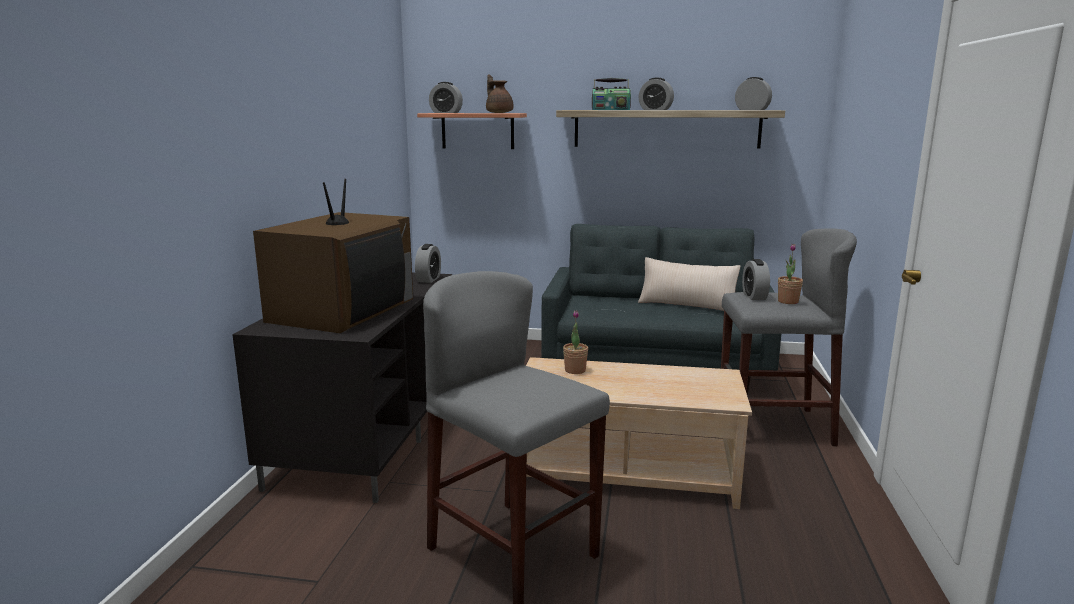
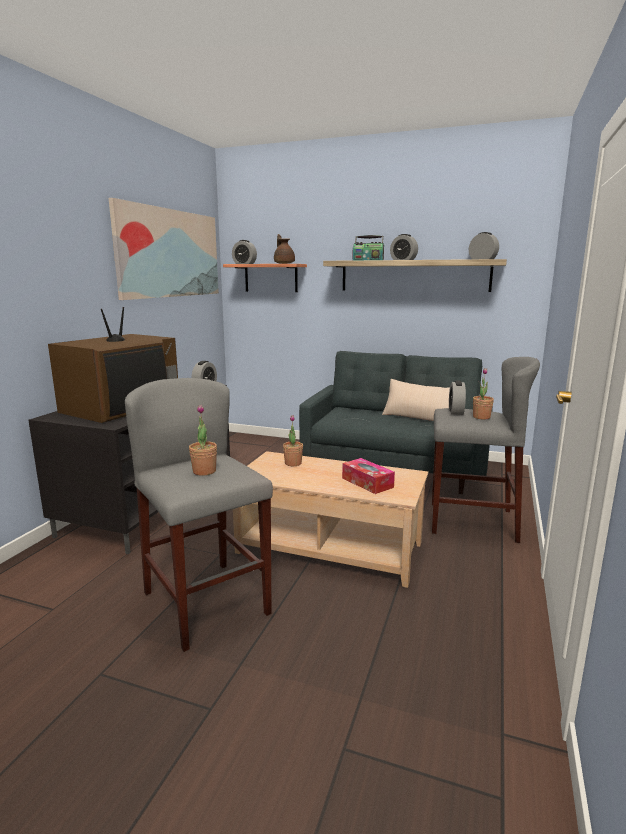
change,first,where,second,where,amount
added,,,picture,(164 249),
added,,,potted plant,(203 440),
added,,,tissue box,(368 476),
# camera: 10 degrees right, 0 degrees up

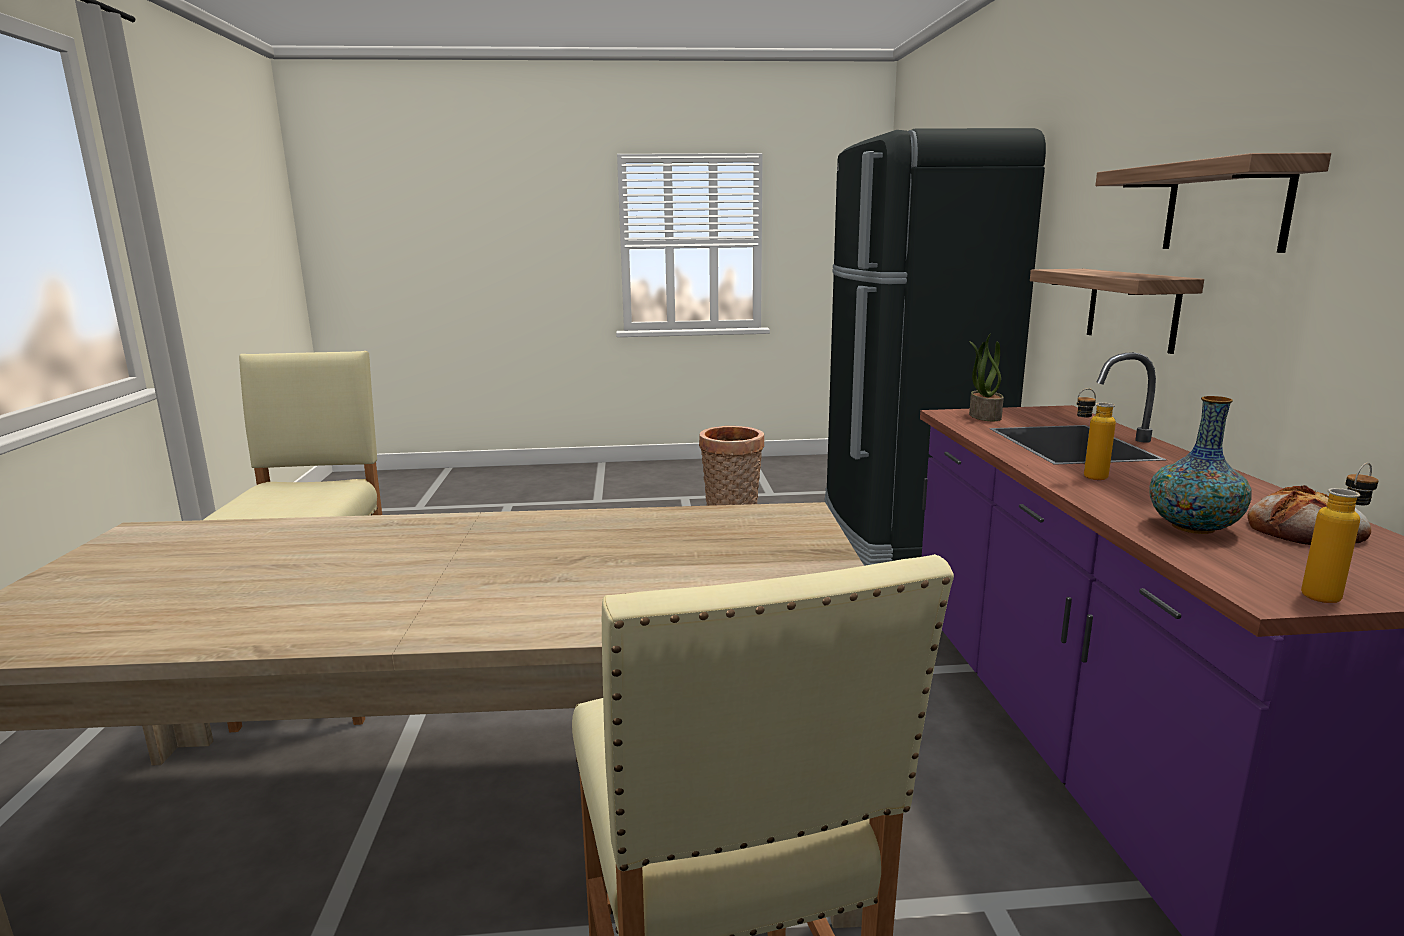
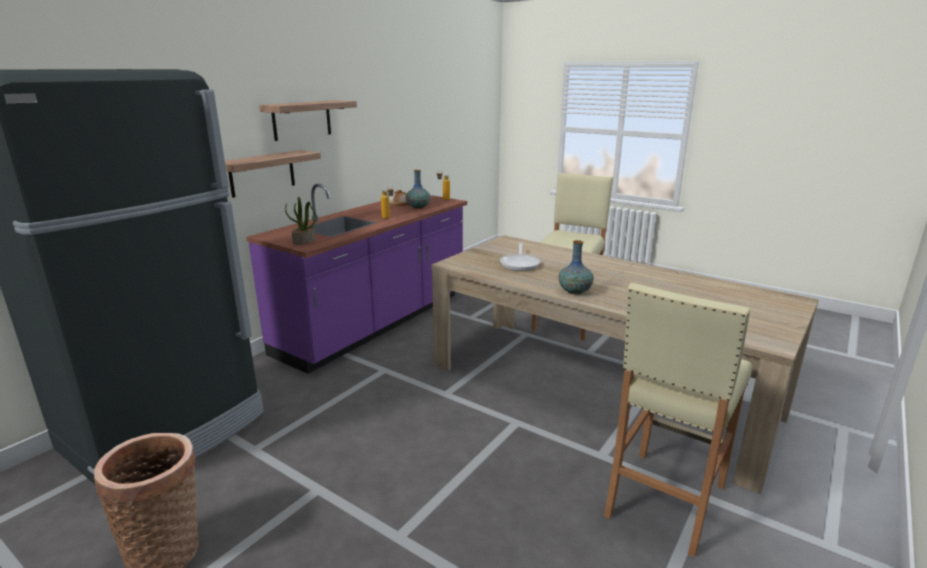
change,first,where,second,where,amount
added,,,vase,(576 267),
added,,,frying pan,(520 256),
# camera: 140 degrees left, 5 degrees up

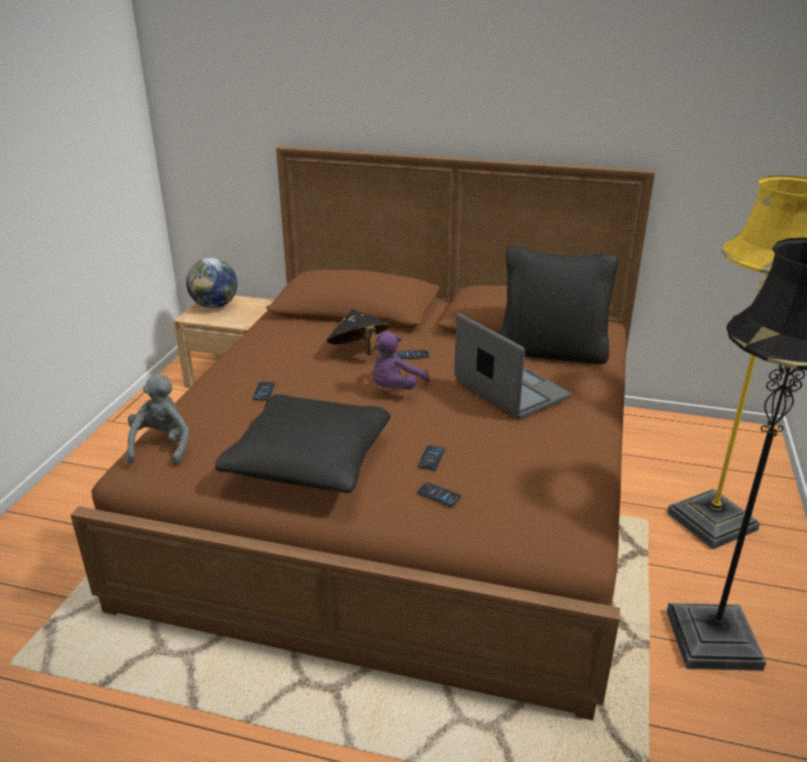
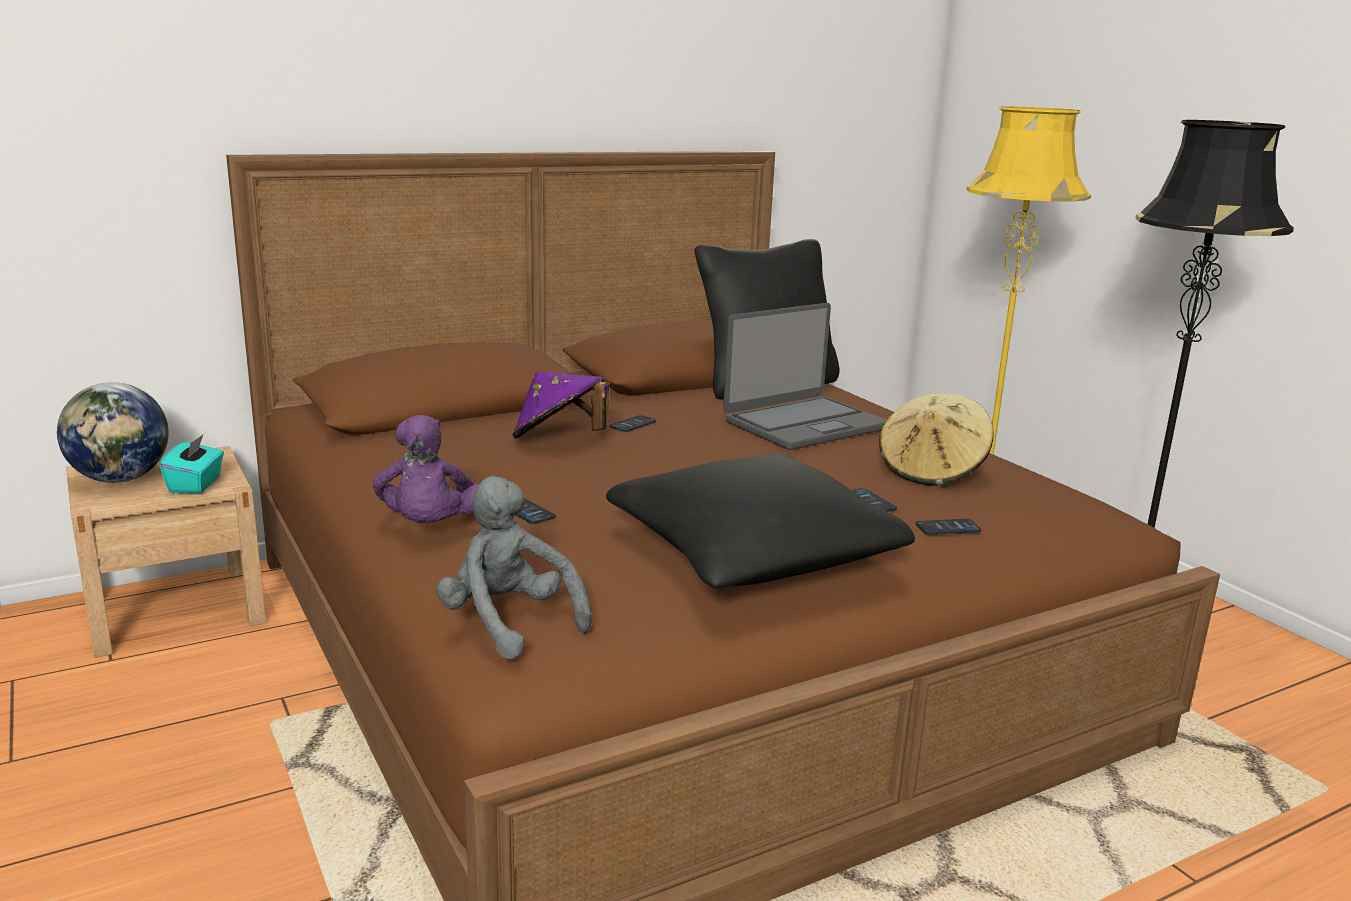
change,first,where,second,where,amount
recoloured,black hat,(358 332),purple hat,(560 405),
turned,laptop,(512 366),,(804 376),135 degrees clockwise
moved,purple plush toy,(401 360),,(426 469),
added,,,beige hat,(936 440),
added,,,turquoise tissue box,(192 463),
# camera: 45 degrees left, 10 degrees down

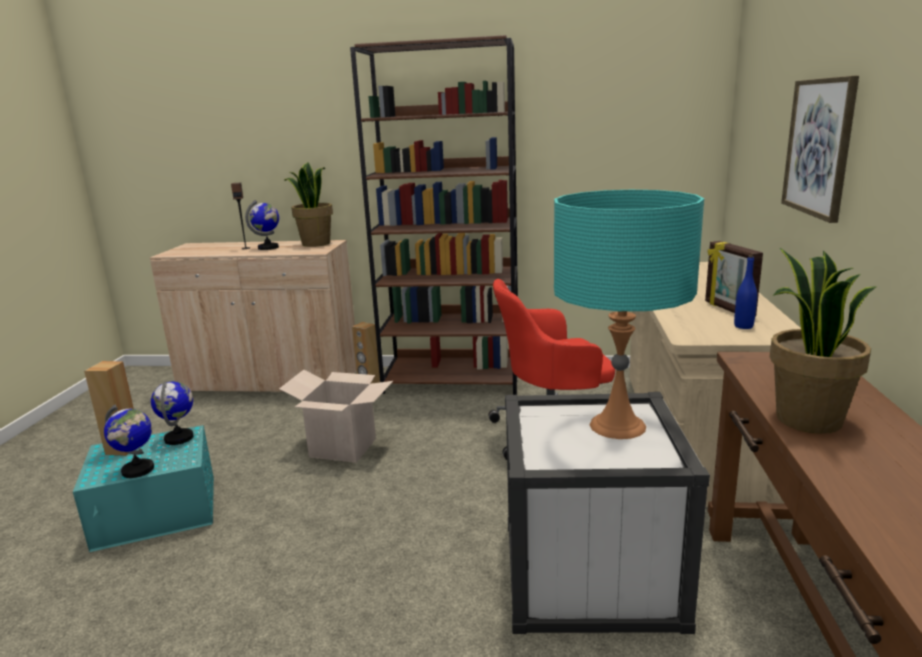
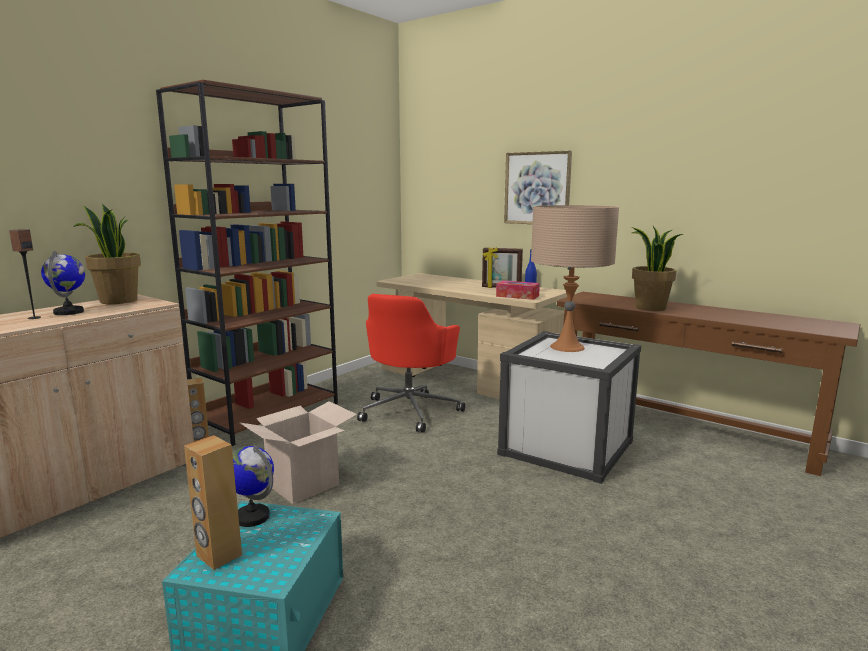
change,first,where,second,where,amount
recoloured,turquoise table lamp,(629 314),beige table lamp,(575 278),
removed,globe,(129 441),,,
added,,,tissue box,(518 290),
# camera: 60 degrees left, 5 degrees down

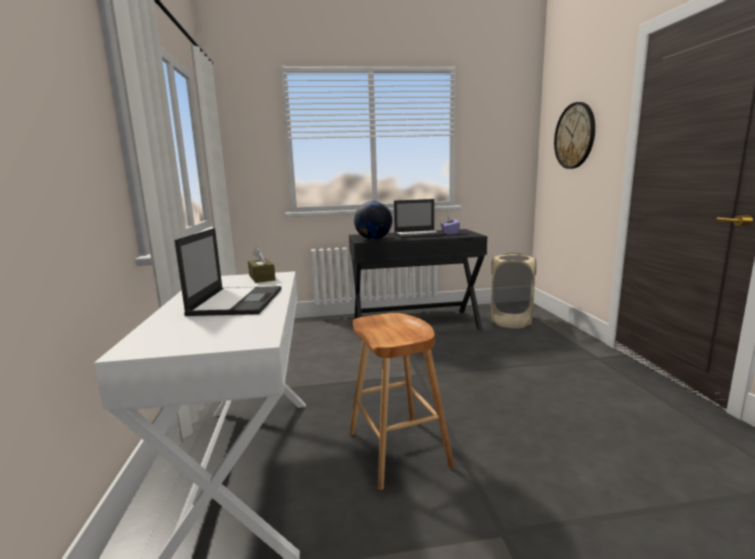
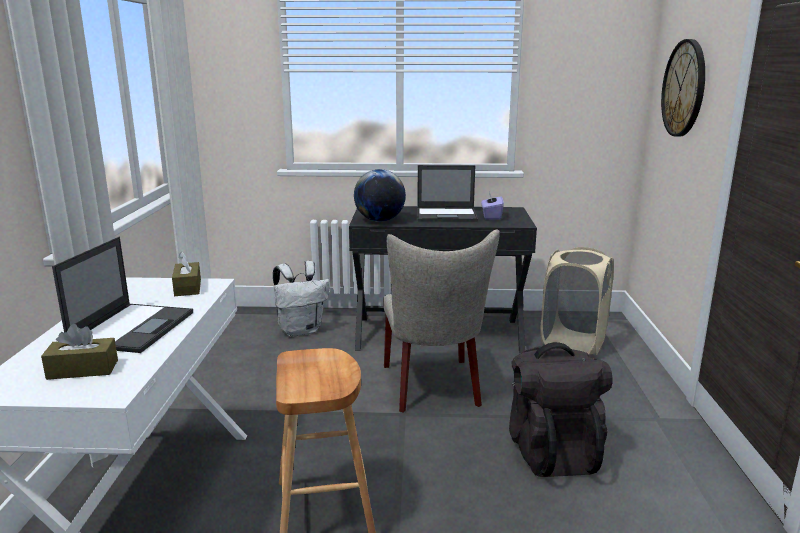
change,first,where,second,where,amount
added,,,beige chair,(441 321),
added,,,white backpack,(301 299),
added,,,brown tissue box,(79 352),
added,,,black backpack,(561 409),
# camera: 10 degrees right, 5 degrees up

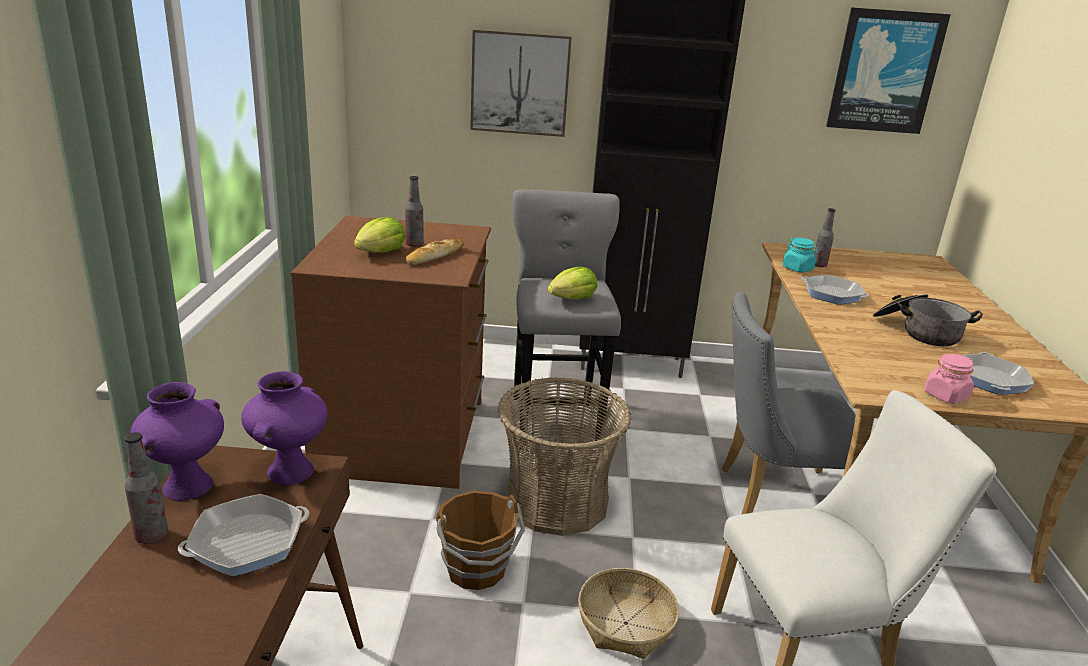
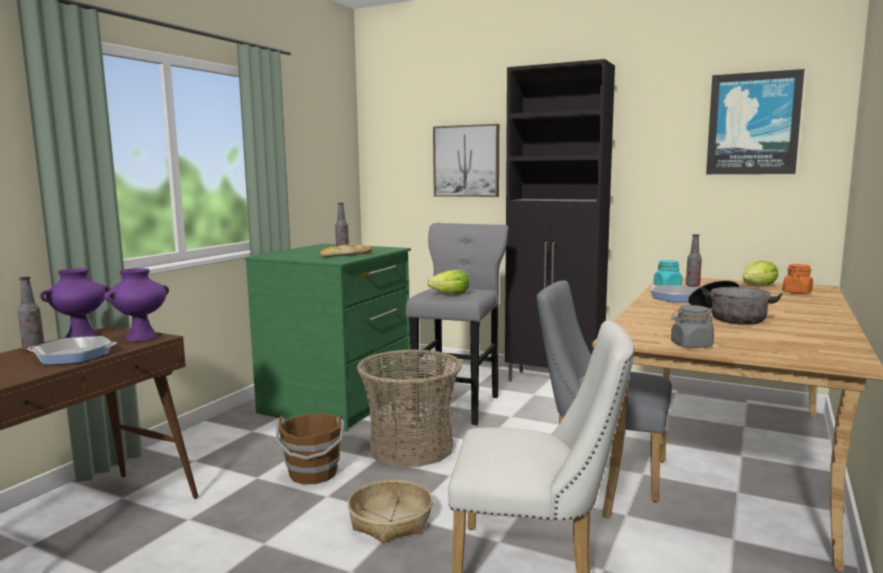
change,first,where,second,where,amount
recoloured,brown dresser,(391 352),green dresser,(328 338),
moved,lettuce,(379 234),,(760 273),
removed,frying pan,(997 373),,,
recoloured,pink jar,(949 379),grey jar,(692 326),
added,,,orange jar,(798 279),
# camera: 25 degrees right, 15 degrees down

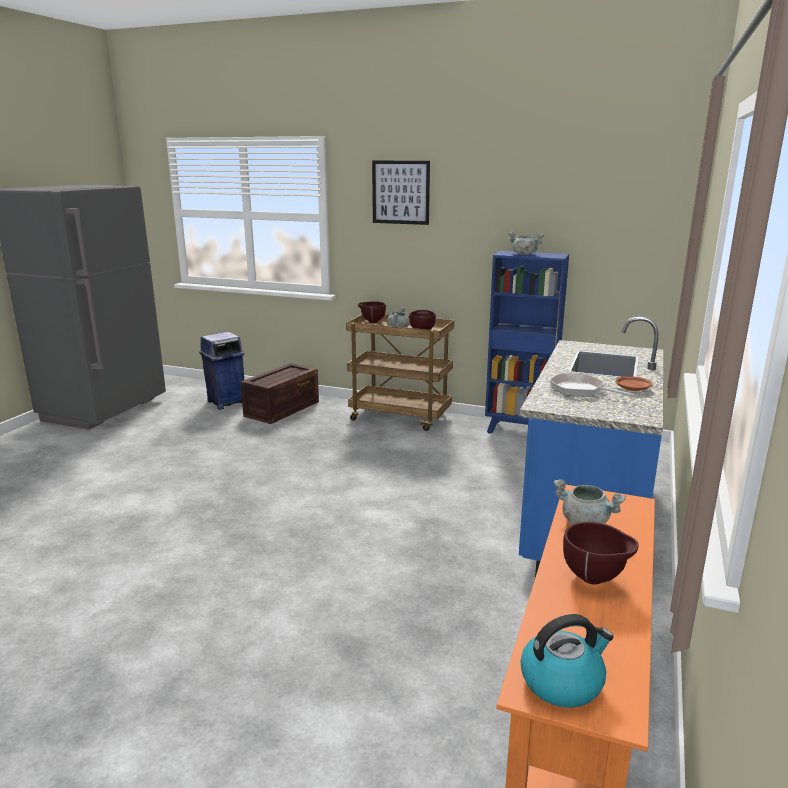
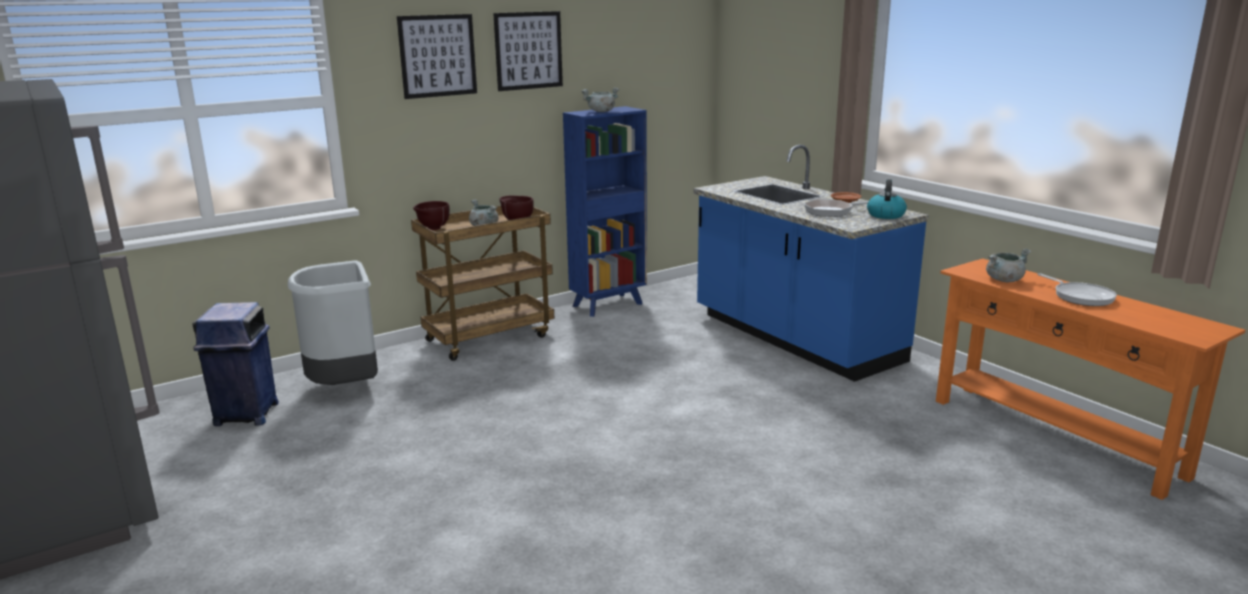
change,first,where,second,where,amount
replaced,crate,(280 393),grey trash can,(333 322),
replaced,brown bowl,(601 553),frying pan,(1077 289),
moved,kettle,(567 661),,(887 199),
added,,,picture,(528 51),
# camera: 55 degrees left, 0 degrees up

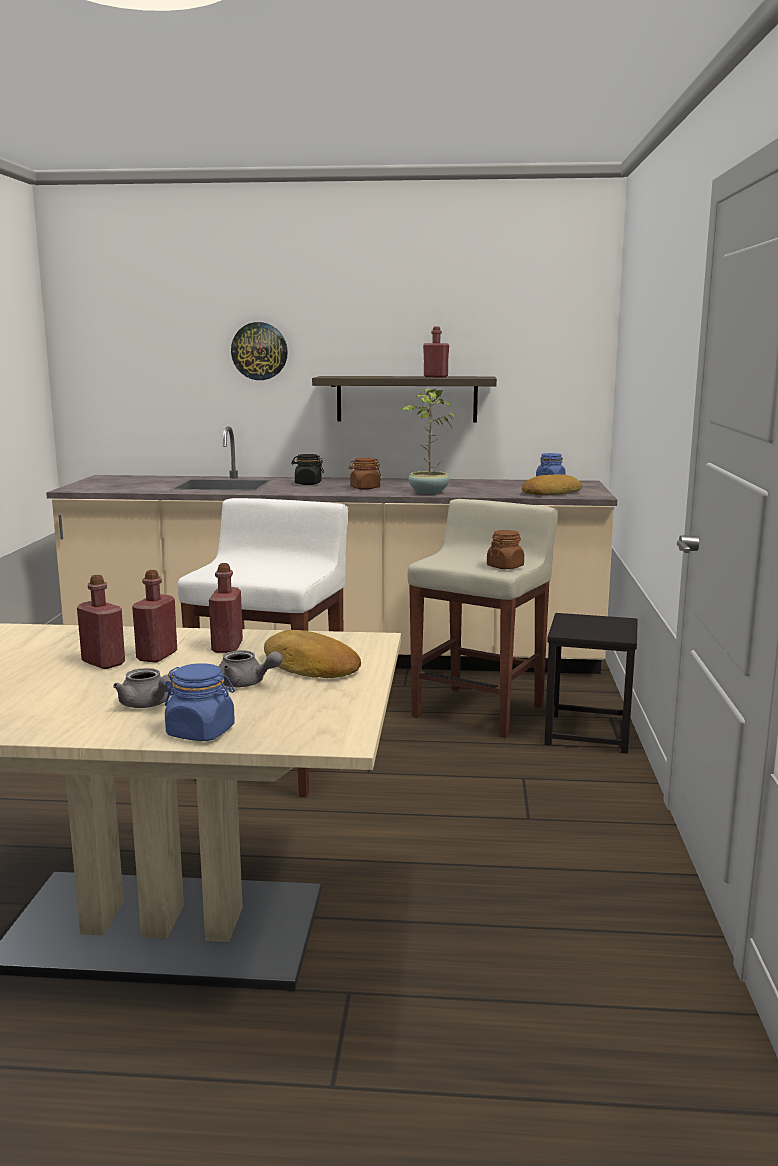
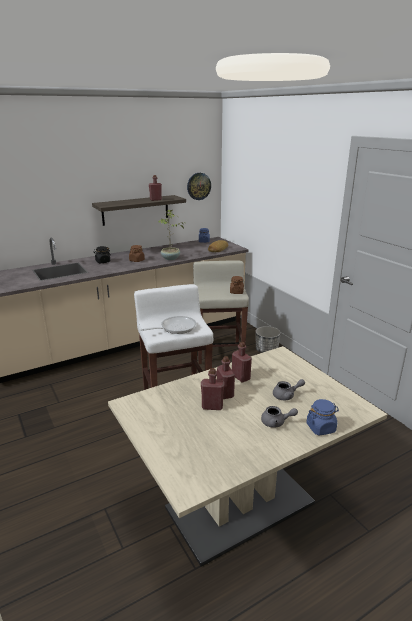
change,first,where,second,where,amount
moved,wall clock,(259 351),,(199 186),
replaced,black stool,(591 683),planter,(268 339),
removed,bread,(312 654),,,
added,,,frying pan,(168 325),
# camera: 35 degrees left, 10 degrees up

